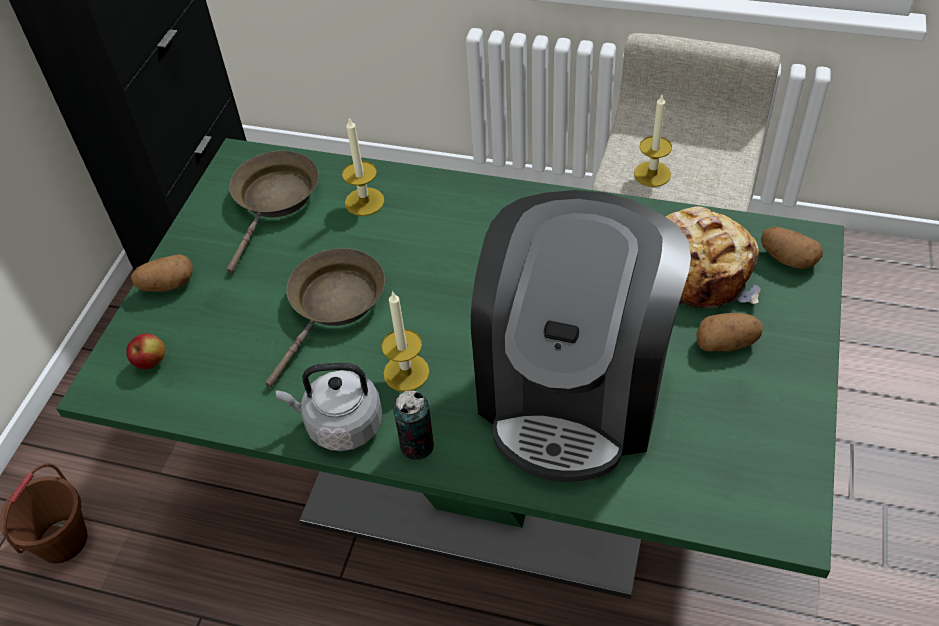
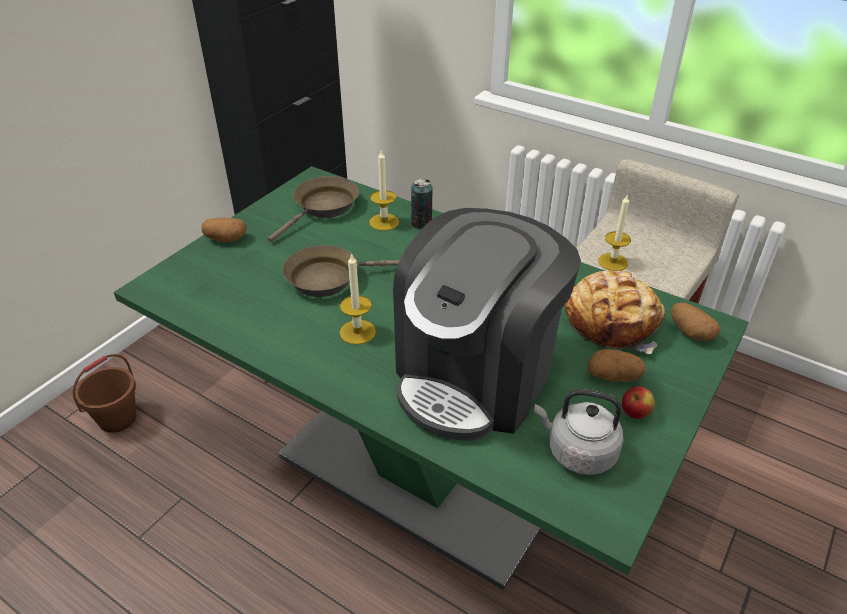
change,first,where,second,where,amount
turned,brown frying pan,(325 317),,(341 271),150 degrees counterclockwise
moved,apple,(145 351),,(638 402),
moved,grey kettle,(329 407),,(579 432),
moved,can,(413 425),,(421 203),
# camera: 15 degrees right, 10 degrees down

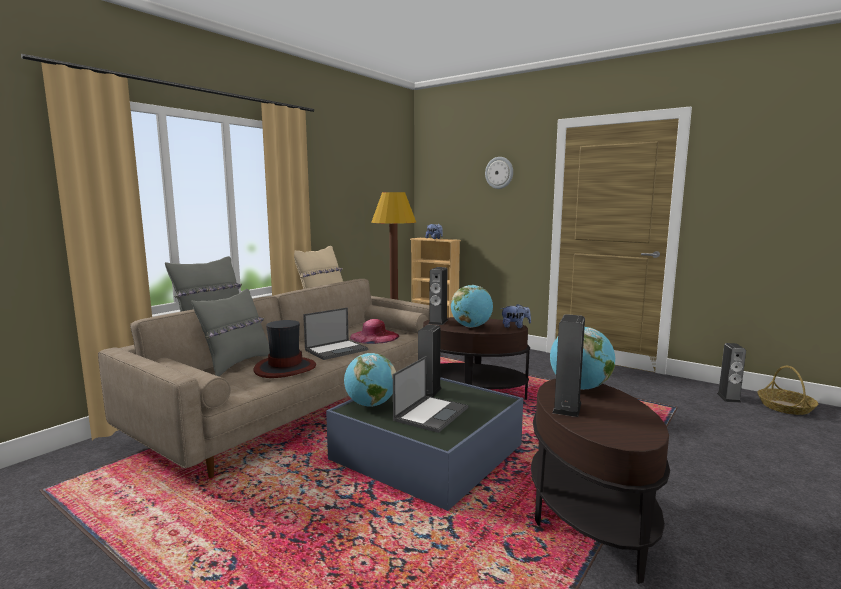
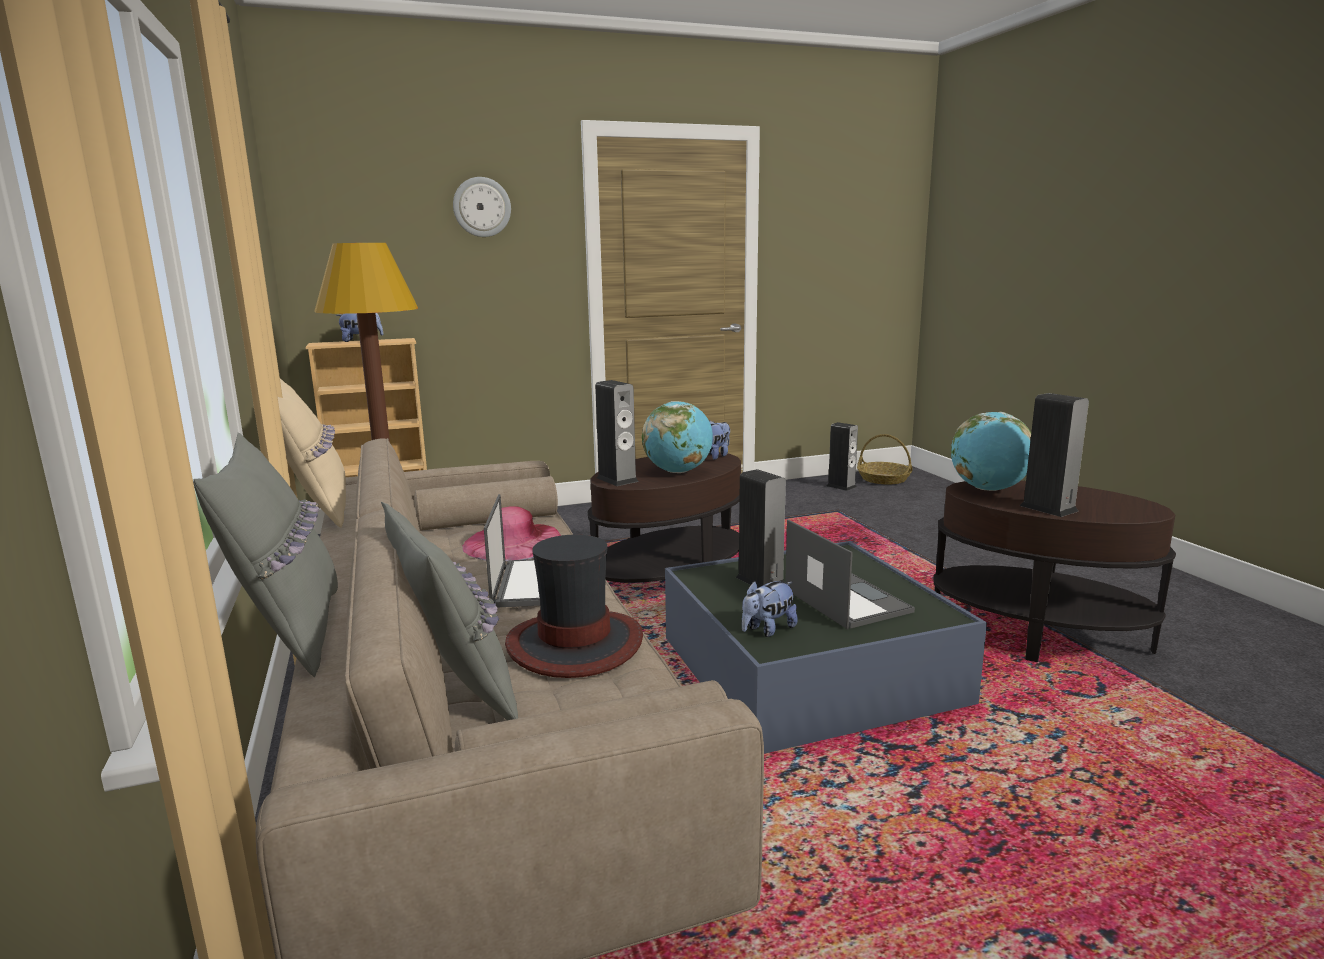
change,first,where,second,where,amount
replaced,globe,(370 380),plush toy,(770 609),
# camera: 55 degrees left, 5 degrees up

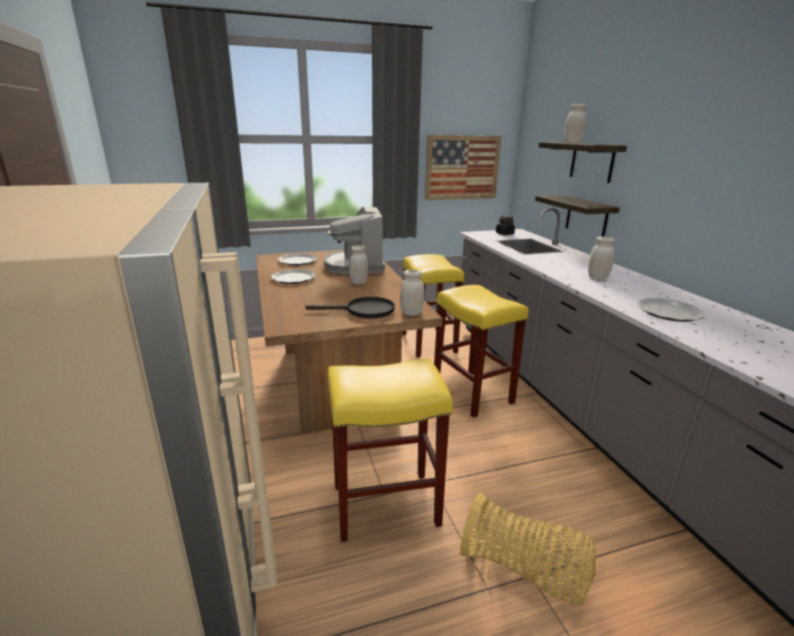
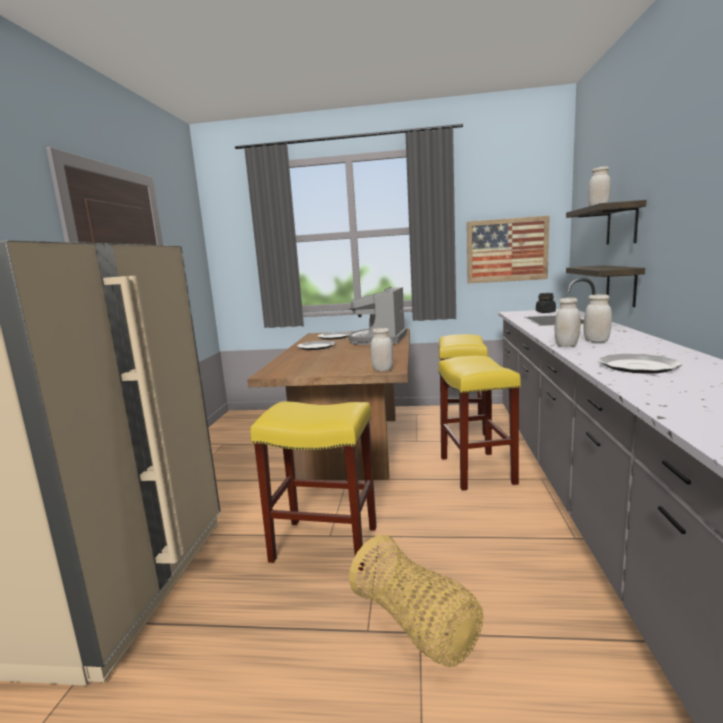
change,first,where,second,where,amount
moved,white jar,(358 265),,(568 322),
removed,black frying pan,(350 307),,,
# camera: 25 degrees right, 10 degrees down

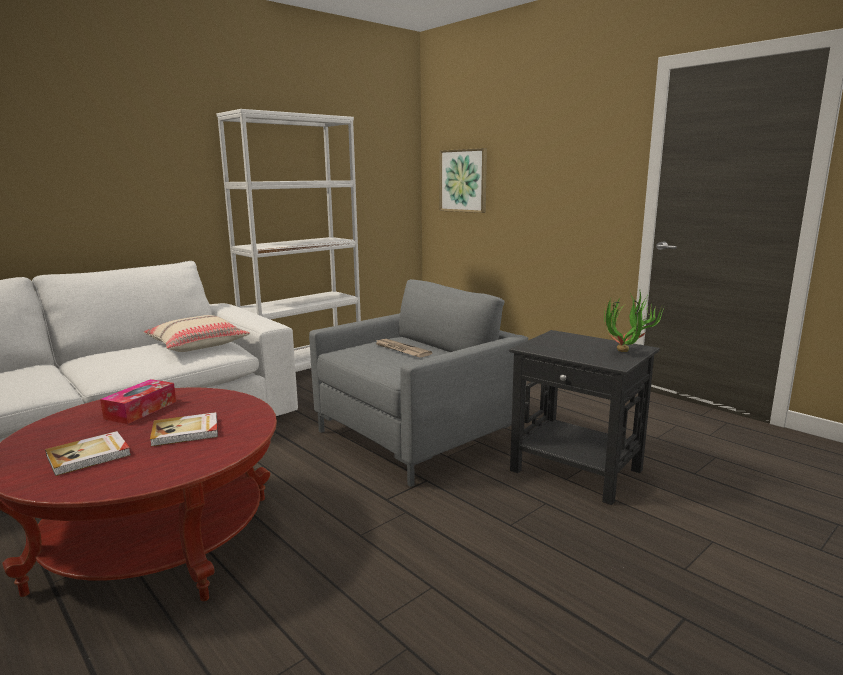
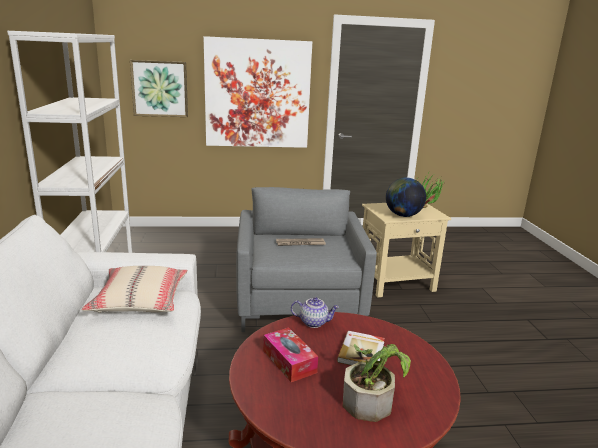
change,first,where,second,where,amount
recoloured,black side table,(584 417),beige side table,(406 250),
replaced,book,(88 453),potted plant,(377 383),
added,,,picture,(258 92),
added,,,globe,(406 197),
added,,,teapot,(315 312),
# camera: 55 degrees left, 5 degrees up

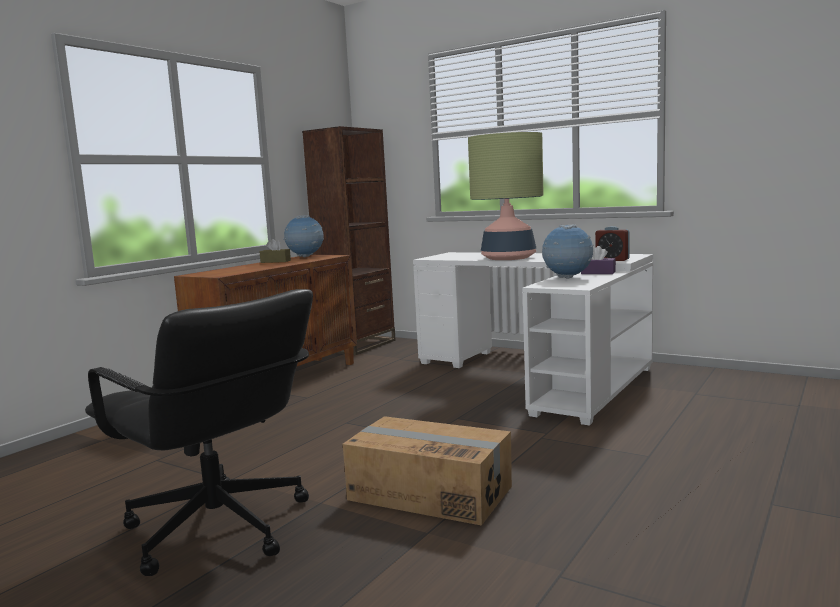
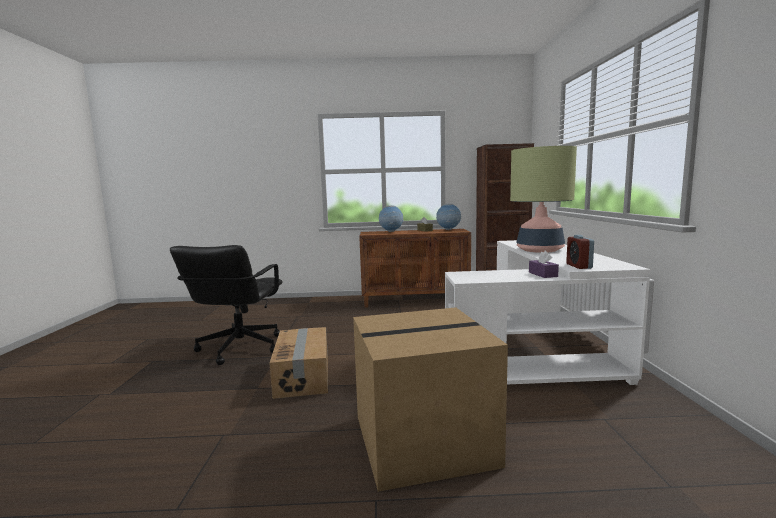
change,first,where,second,where,amount
moved,globe,(567 251),,(391 218),
added,,,cardboard box,(430 399),
# camera: 55 degrees right, 0 degrees up

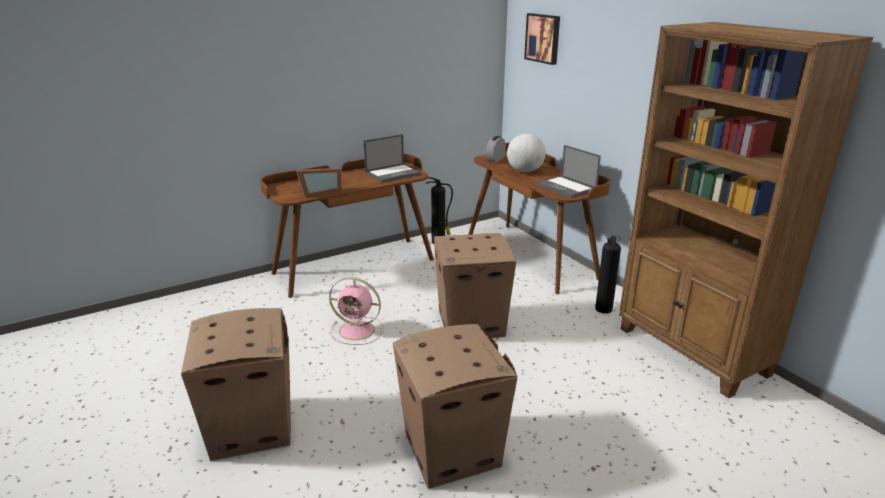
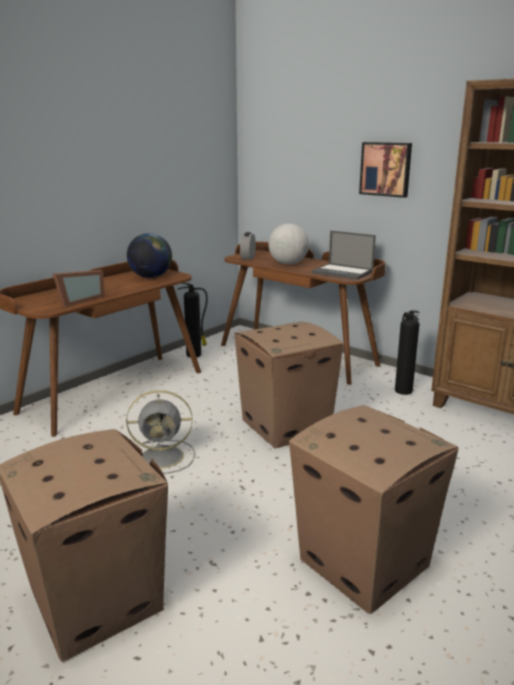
change,first,where,second,where,amount
moved,picture,(542 39),,(385 170),
replaced,laptop,(392 158),globe,(149 255),
recoloured,pink fan,(356 311),grey fan,(160 432),
# camera: 20 degrees left, 5 degrees down

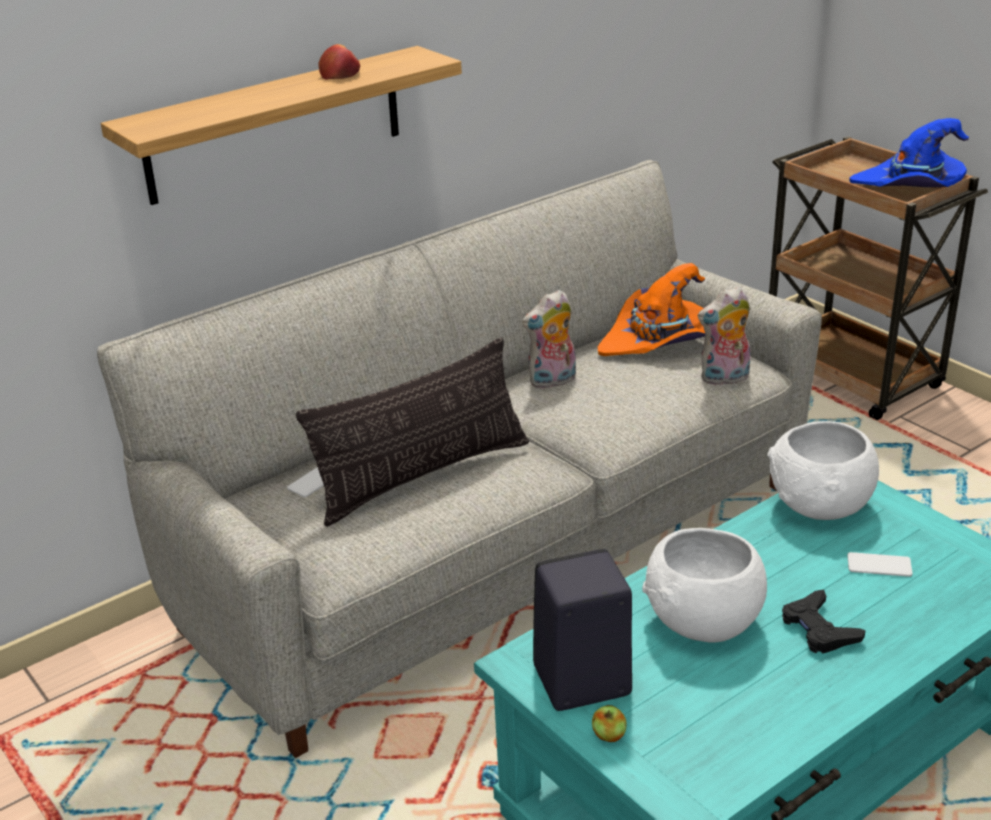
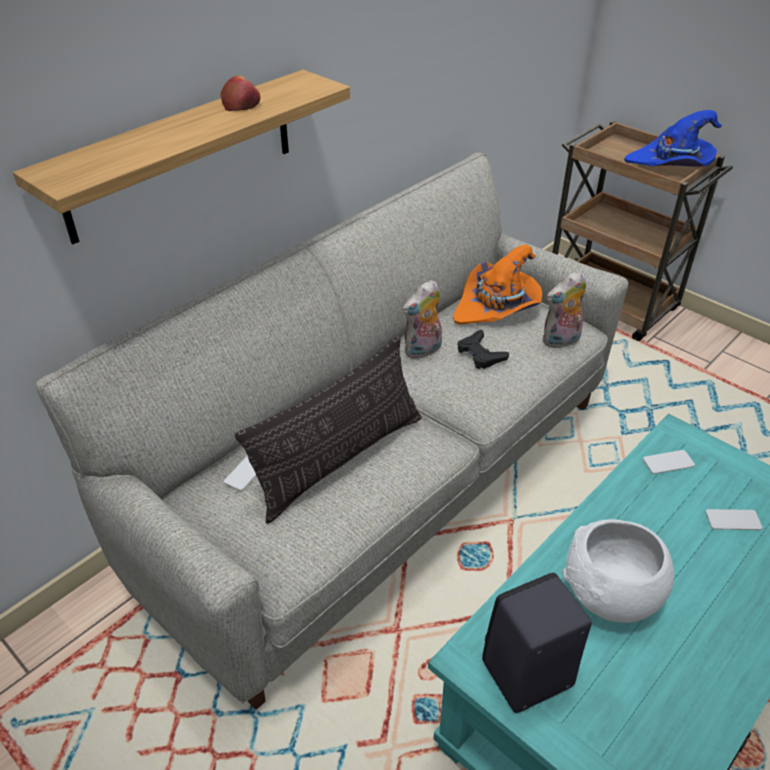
change,first,where,second,where,amount
replaced,white bowl,(823 470),phone,(669 462),
moved,black game controller,(824 621),,(483 349),
removed,apple,(609 723),,,
# camera: 10 degrees left, 10 degrees up

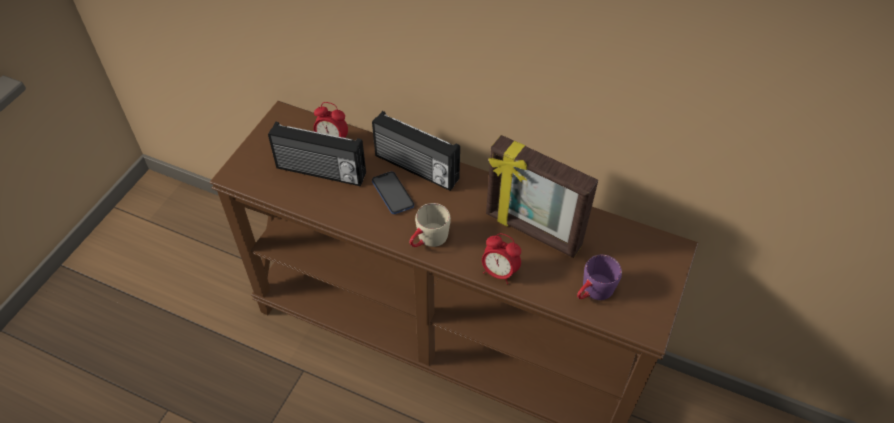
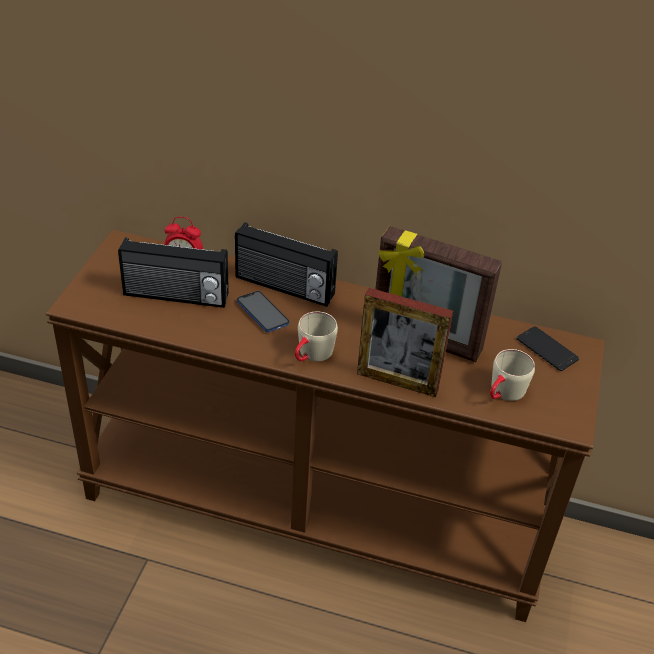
change,first,where,second,where,amount
replaced,alarm clock,(501 258),picture frame,(405 342),
recoloured,purple mug,(599 277),beige mug,(512 375),
added,,,phone,(547 348),
# camera: 10 degrees left, 10 degrees down

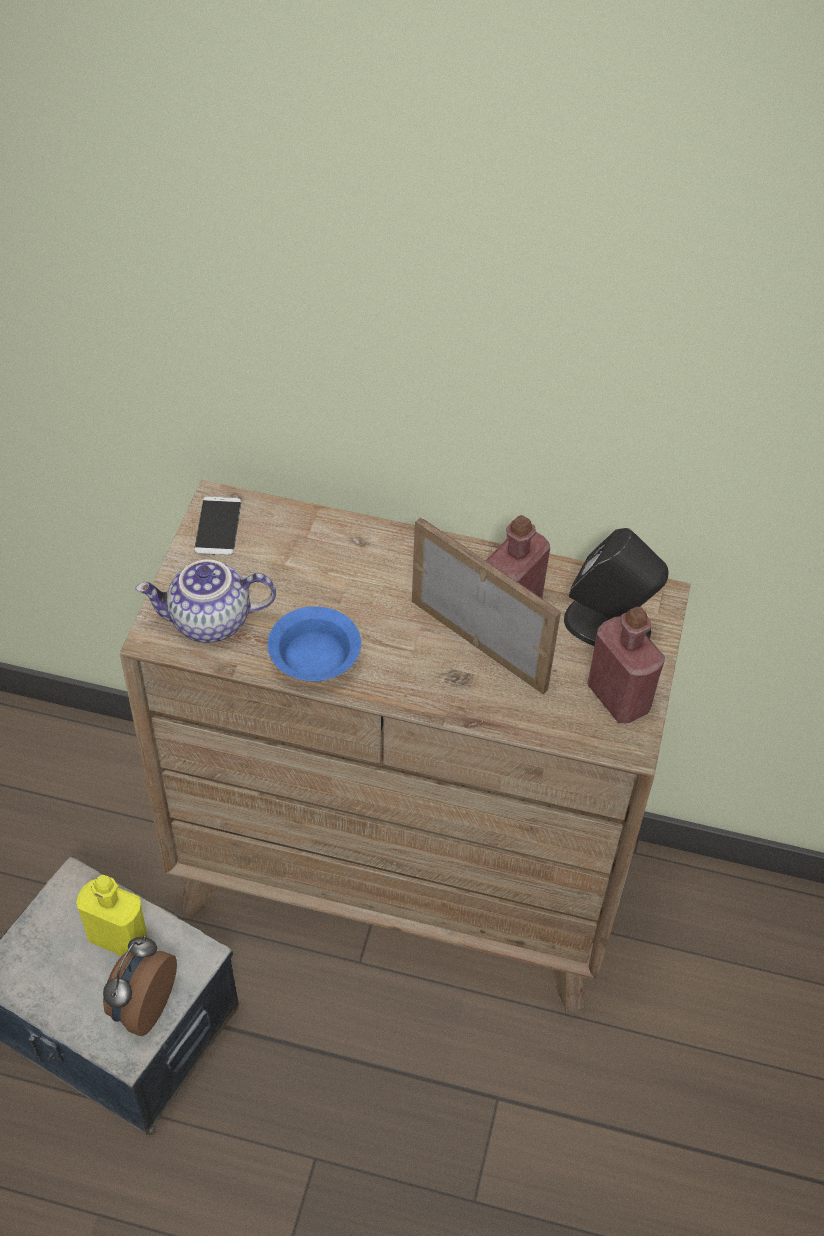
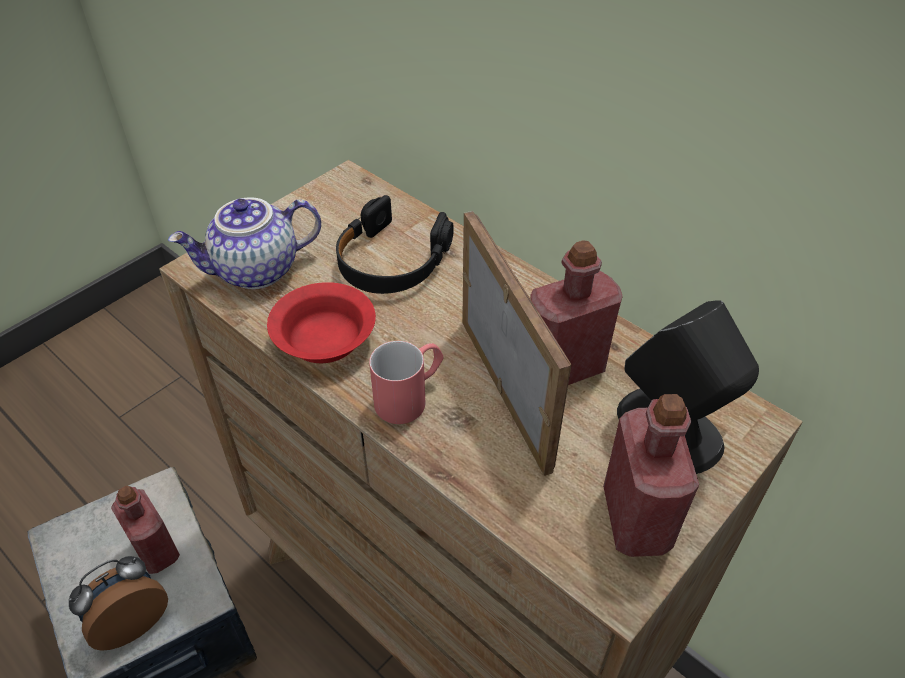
change,first,where,second,where,amount
removed,phone,(217 526),,,
turned,teapot,(205 601),,(244 243),45 degrees counterclockwise
recoloured,blue bowl,(314 644),red bowl,(321 322),
recoloured,yellow bottle,(111 915),red bottle,(145 530),
added,,,black headphones,(395 244),
added,,,red mug,(406 382),
# camera: 30 degrees right, 5 degrees down

